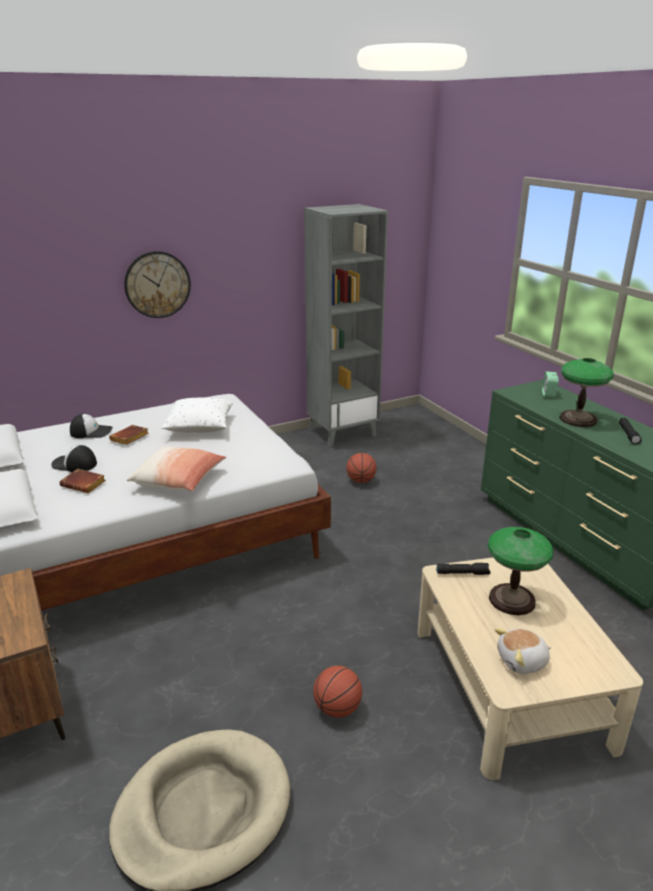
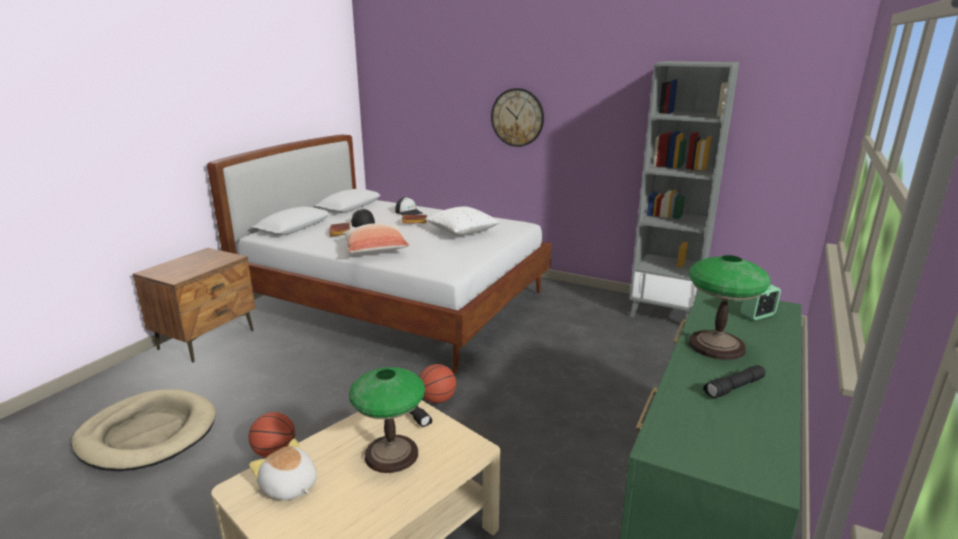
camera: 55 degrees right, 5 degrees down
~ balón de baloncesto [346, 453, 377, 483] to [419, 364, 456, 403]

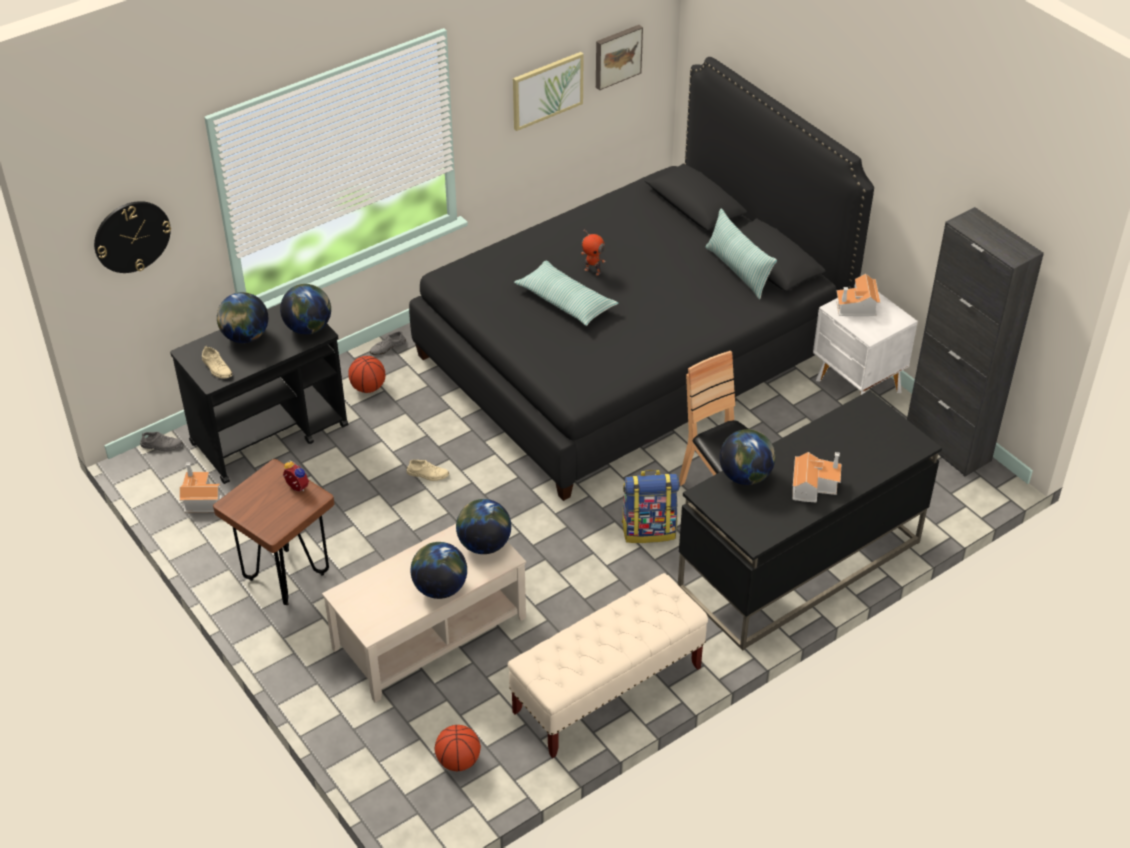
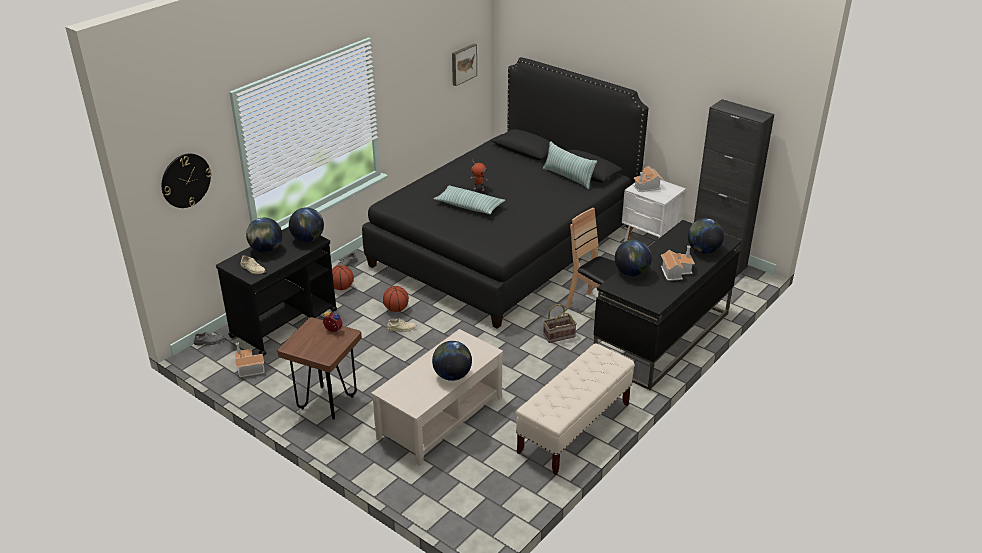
camera: 15 degrees left, 10 degrees down
~ balón de baloncesto [434, 725, 481, 771] to [383, 286, 409, 312]
~ globo terráqueo [456, 499, 511, 554] to [688, 218, 724, 254]
- cuadro [513, 52, 584, 131]
~ mochila [622, 470, 679, 543] to cesta [543, 304, 577, 343]

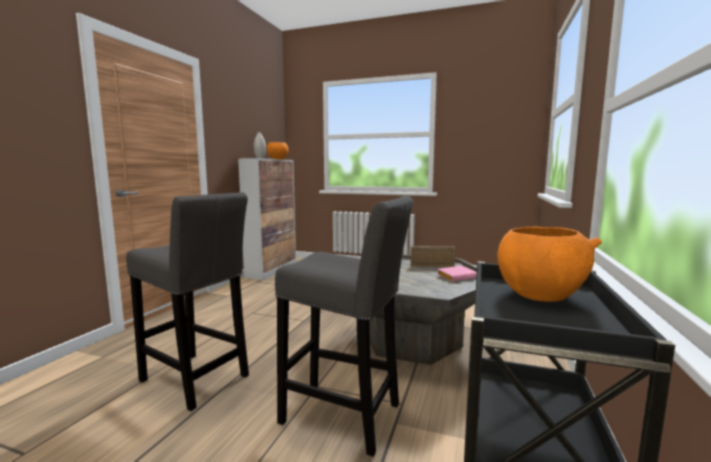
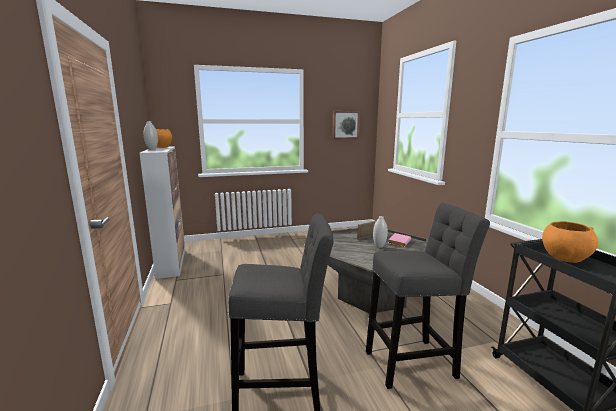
camera: 35 degrees left, 5 degrees up
+ cuadro [332, 111, 360, 139]
+ florero (blanco) [373, 216, 388, 248]

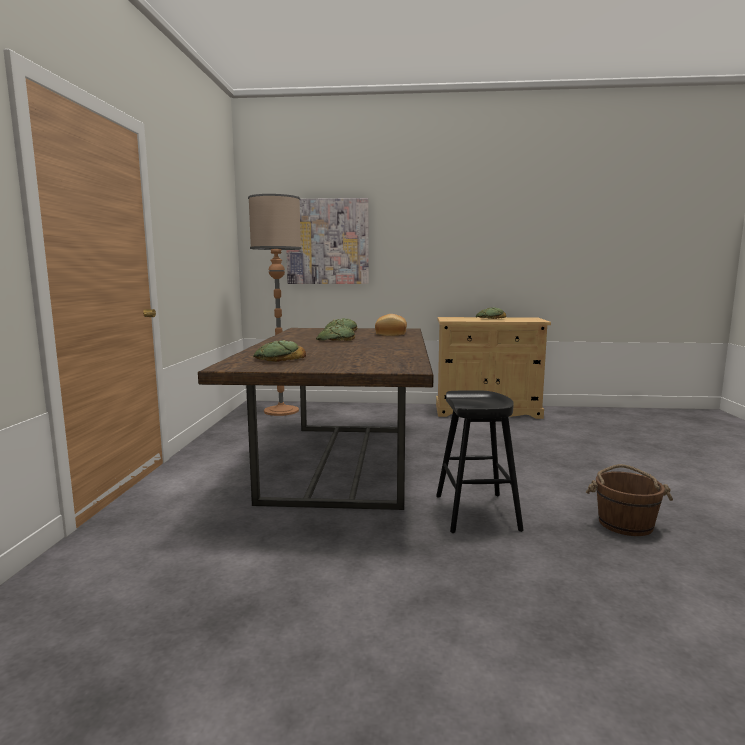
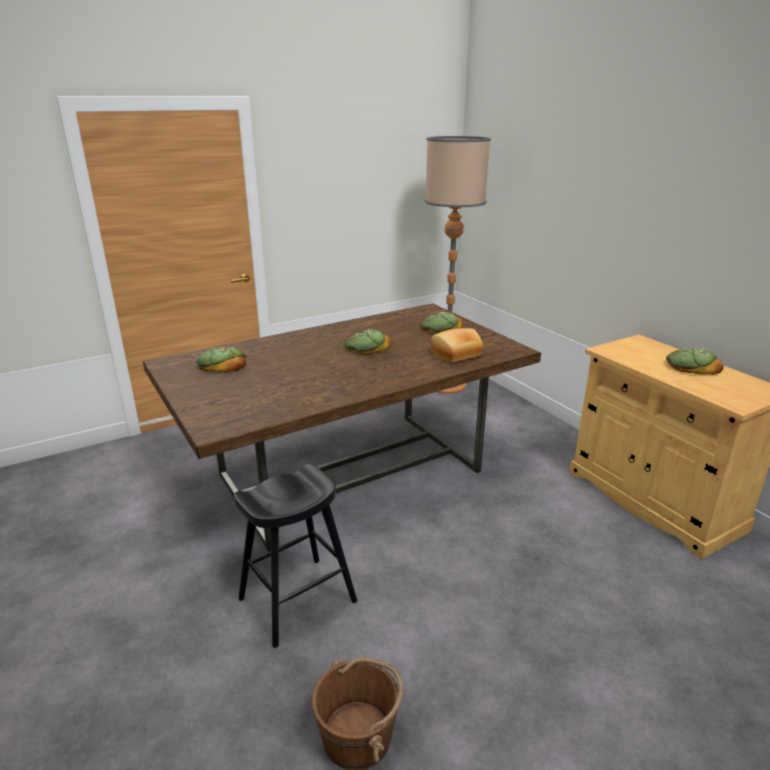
camera: 55 degrees right, 15 degrees up
- cuadro [287, 198, 369, 284]

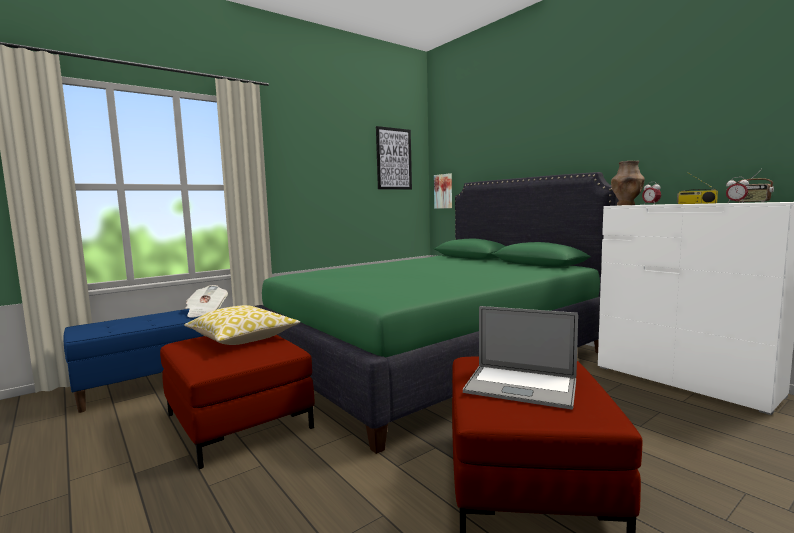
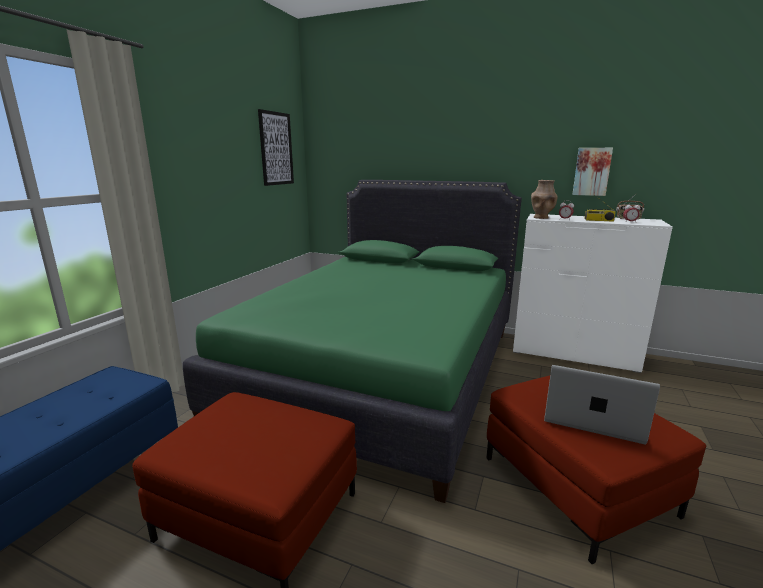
camera: 30 degrees left, 10 degrees up
- cojín [184, 305, 300, 345]
- periódico [186, 285, 228, 317]
~ cuadro [434, 173, 452, 209] to [572, 148, 613, 196]
~ portátil [463, 306, 578, 410] = [544, 365, 660, 445] 150 degrees counterclockwise

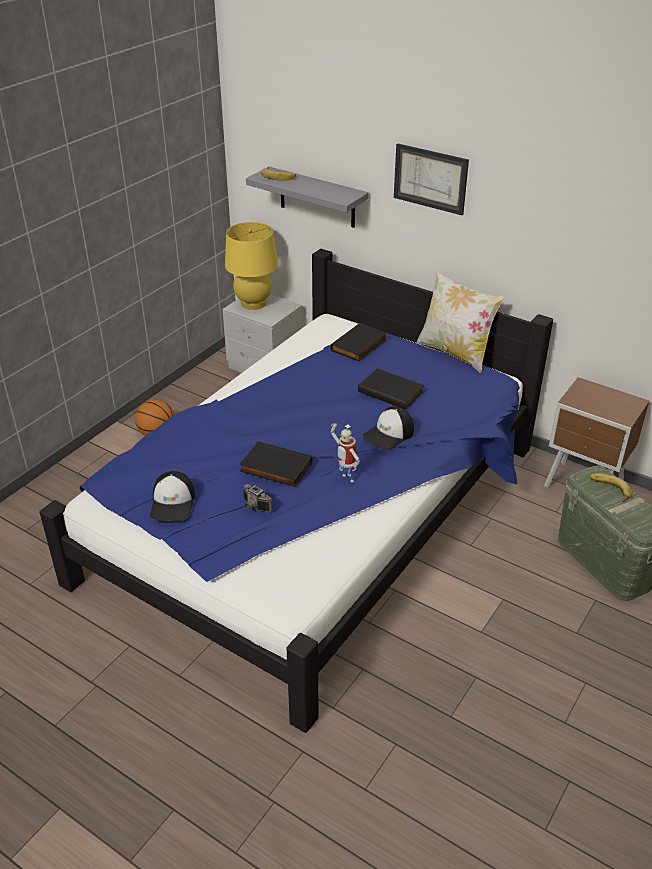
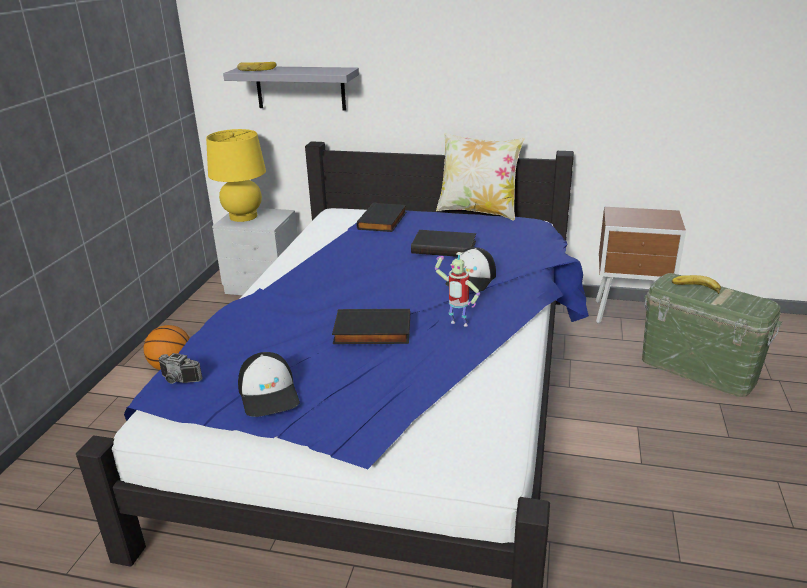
camera: 20 degrees left, 10 degrees down
~ cámara [243, 484, 272, 512] to [158, 353, 203, 384]
- cuadro [394, 143, 469, 215]

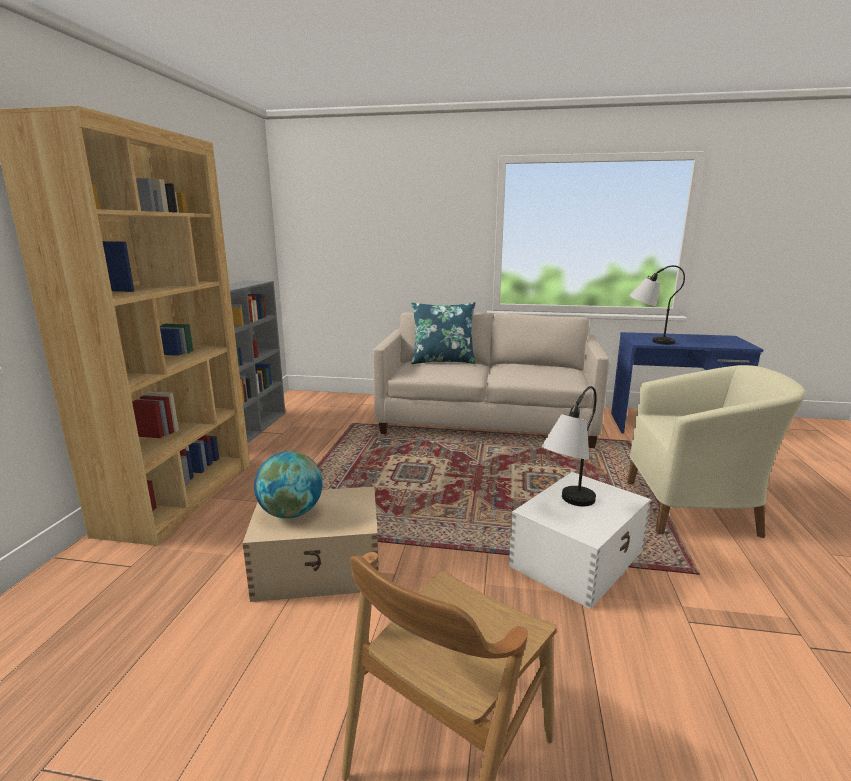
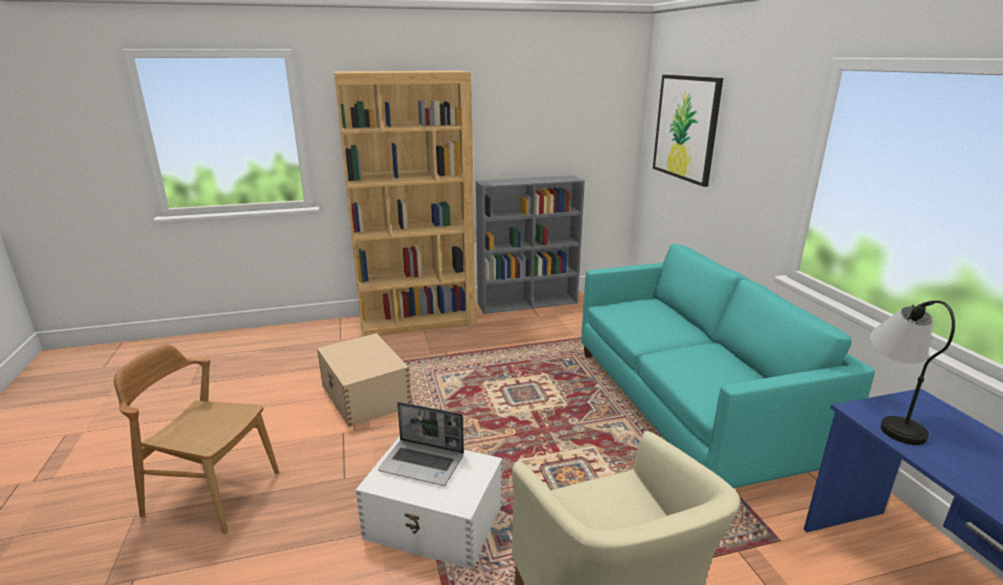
camera: 65 degrees right, 5 degrees up
- globo terráqueo [254, 451, 323, 519]
~ sofá (beis) [373, 312, 609, 448] to sofá (turquesa) [581, 244, 875, 488]
- cojín (azul) [411, 302, 476, 364]
~ lámpara de mesa [542, 386, 597, 506] to portátil [378, 402, 464, 486]
+ cuadro [653, 75, 723, 187]

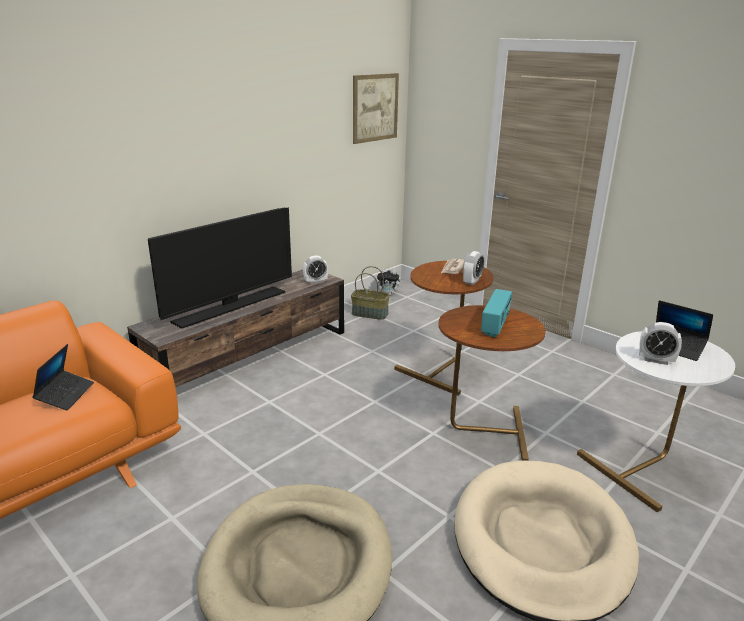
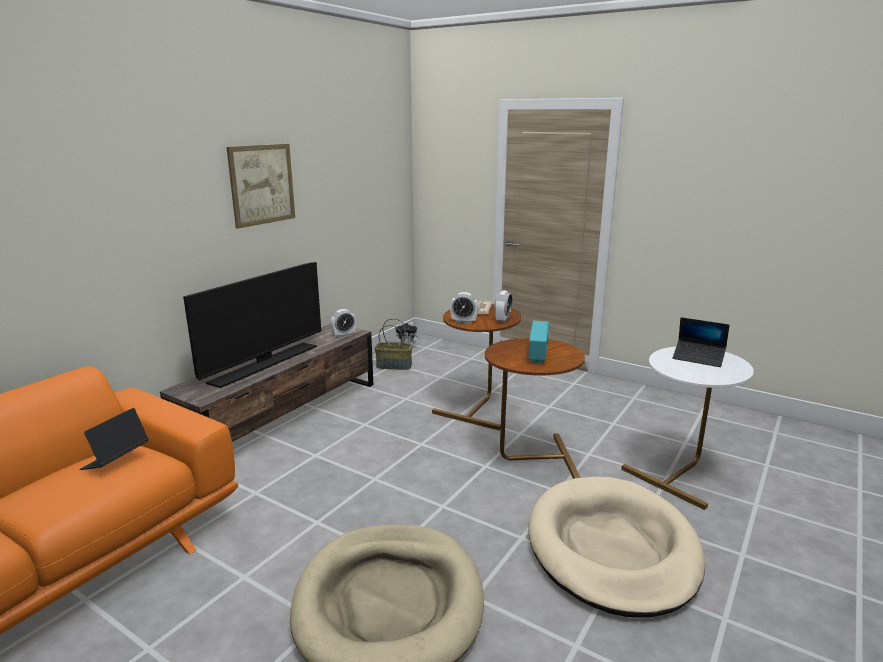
camera: 10 degrees left, 5 degrees down
~ portátil [32, 344, 94, 410] = [79, 408, 149, 470] 150 degrees counterclockwise
~ cuadro [353, 73, 399, 144] to [227, 144, 295, 229]
~ despertador [639, 322, 682, 365] to [450, 292, 478, 324]

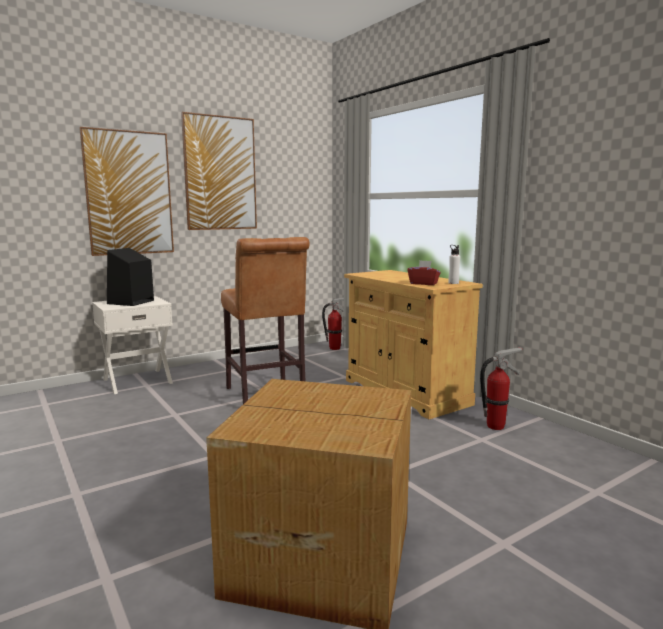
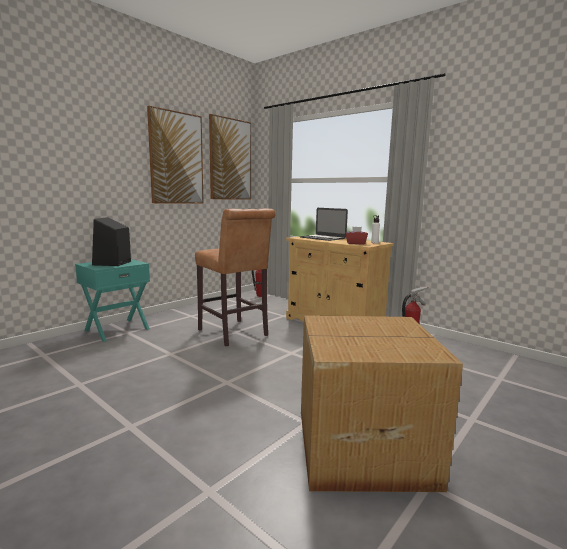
camera: 15 degrees left, 0 degrees up
~ cuadro [79, 127, 174, 256] to [209, 114, 251, 200]
~ mesita de noche (blanco) [92, 296, 173, 394] to mesita de noche (turquesa) [75, 259, 150, 342]
+ portátil [299, 208, 348, 241]

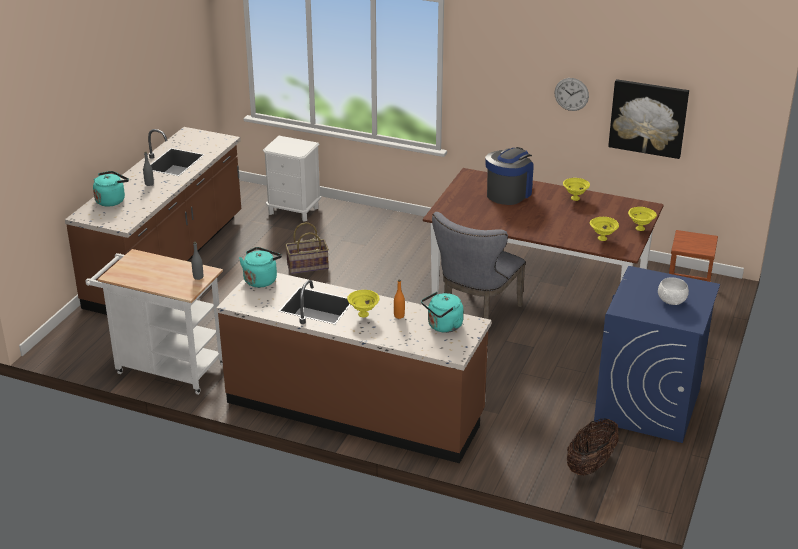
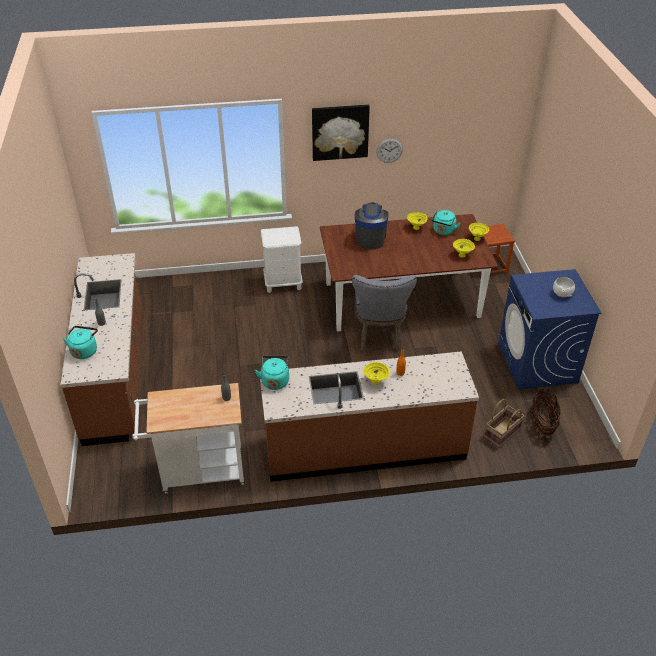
camera: 30 degrees left, 10 degrees up
~ mesita de noche (blanco) [263, 136, 322, 222] to [261, 226, 303, 293]
~ cesta [285, 222, 329, 274] to [484, 399, 524, 448]
~ hervidor (turquesa) [421, 292, 463, 333] to [432, 210, 460, 235]
~ cuadro [608, 79, 689, 159] to [312, 105, 370, 161]

